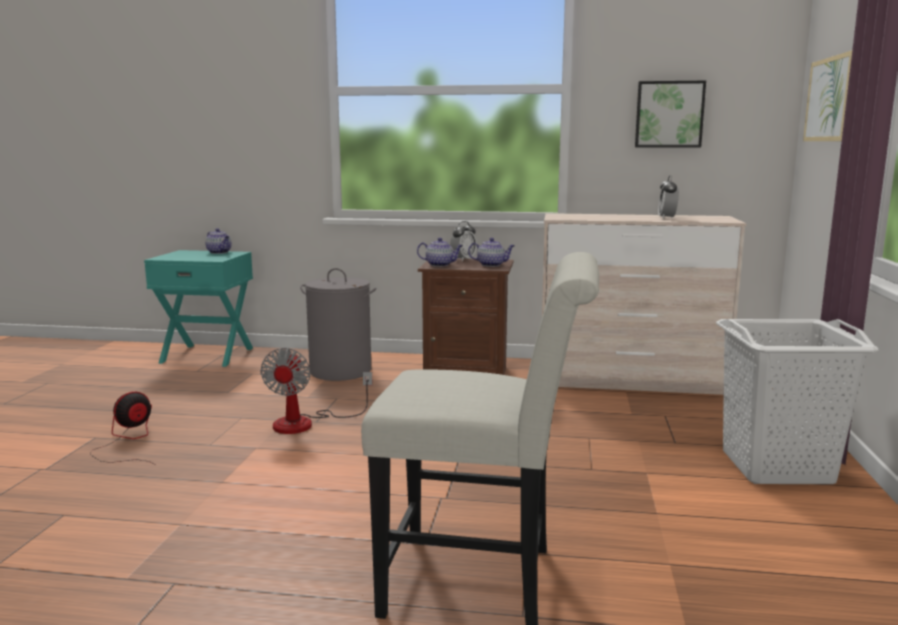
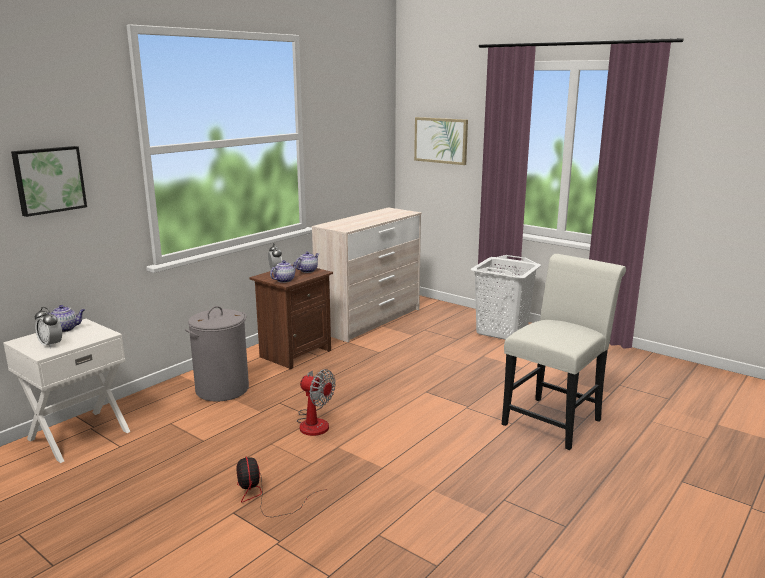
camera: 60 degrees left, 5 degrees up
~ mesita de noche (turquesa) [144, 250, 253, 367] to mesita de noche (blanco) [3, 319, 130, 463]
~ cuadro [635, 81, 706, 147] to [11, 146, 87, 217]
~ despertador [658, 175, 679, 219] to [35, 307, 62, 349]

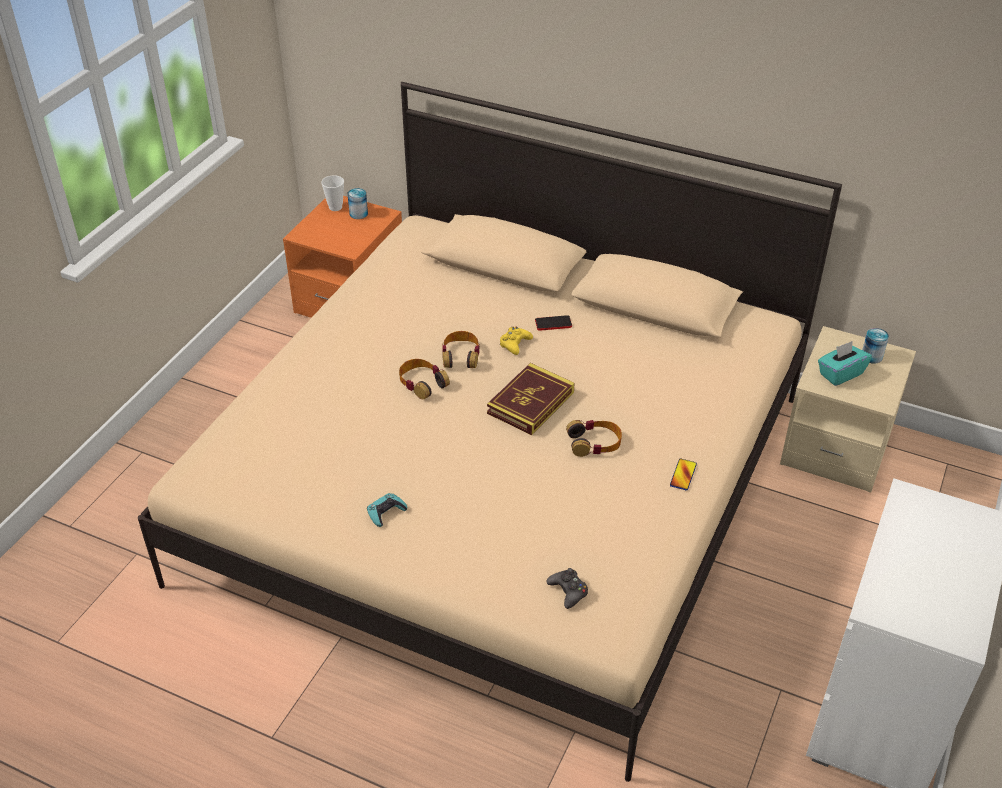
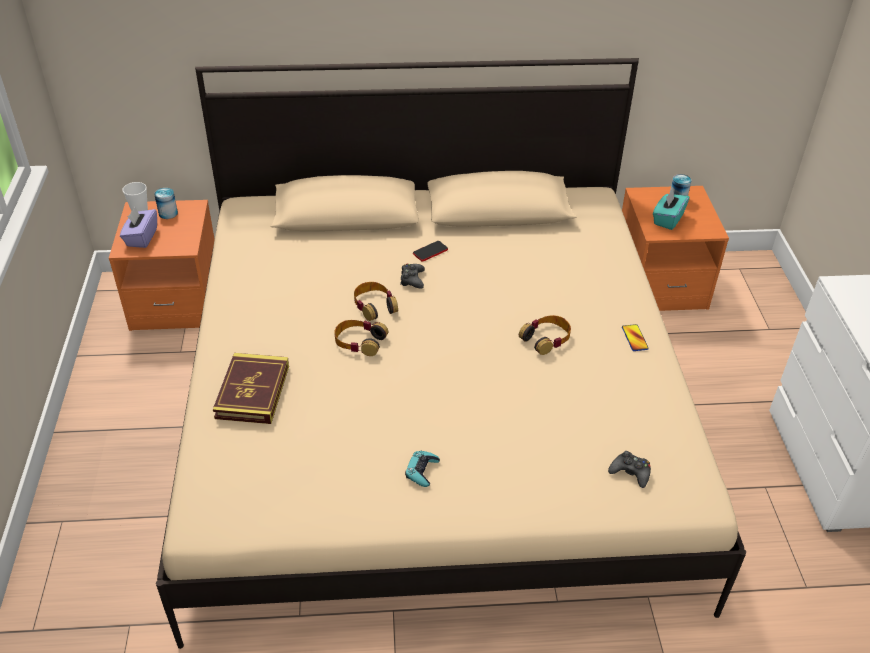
camera: 30 degrees left, 0 degrees up
~ libro [487, 363, 575, 435] to [213, 353, 289, 424]
~ mando de consola (amarillo) [500, 327, 533, 355] to mando de consola (negro) [400, 264, 425, 289]
~ mesita de noche (beis) [780, 326, 916, 493] to mesita de noche (naranja) [622, 186, 729, 311]
+ caja de pañuelos (morado) [120, 207, 157, 248]

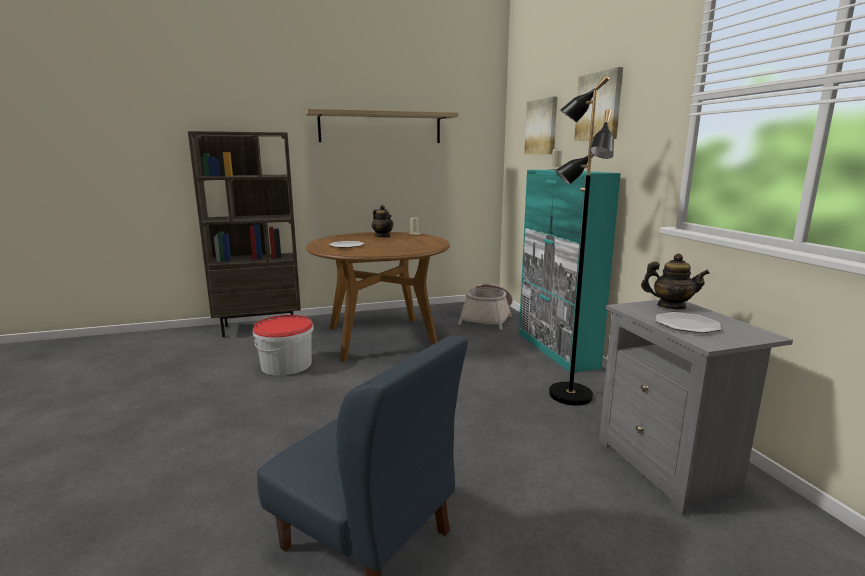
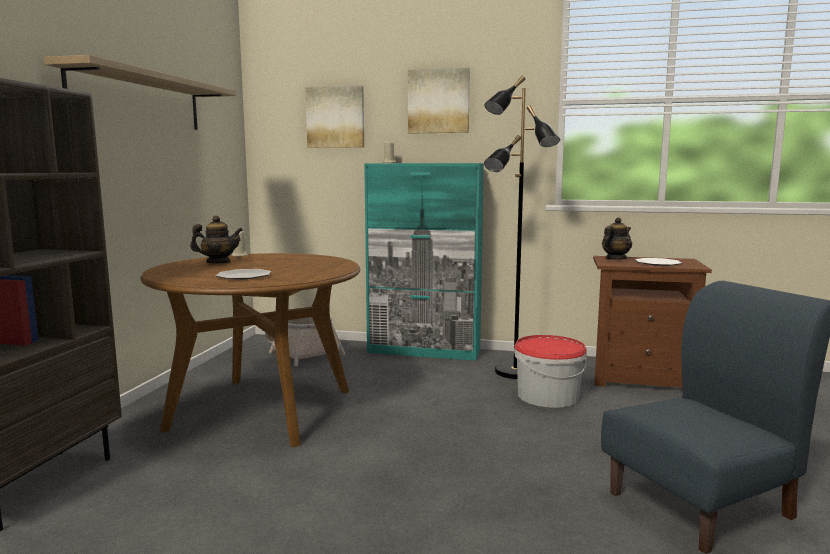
camera: 60 degrees left, 5 degrees down
~ cubo [253, 315, 314, 376] to [514, 335, 587, 408]
~ mesita de noche (gris) [599, 300, 793, 515] to mesita de noche (marrón) [593, 256, 712, 388]

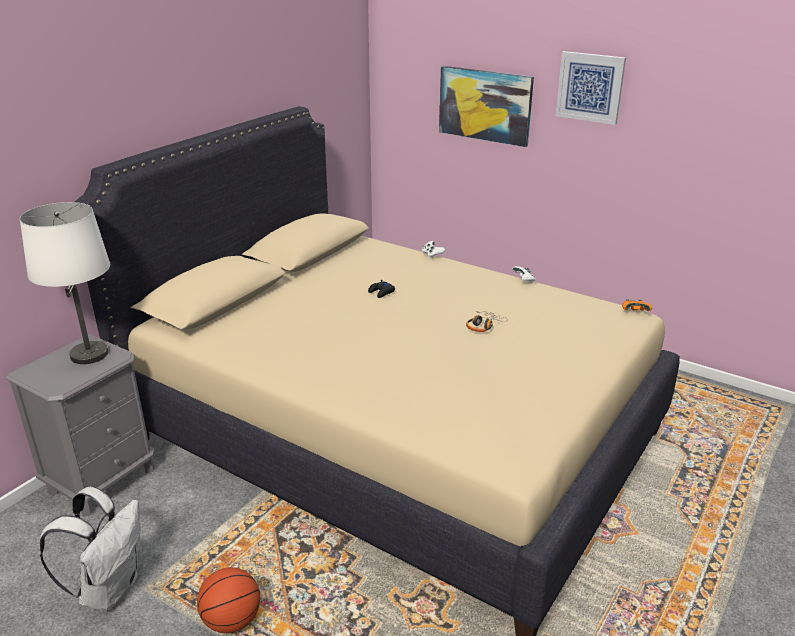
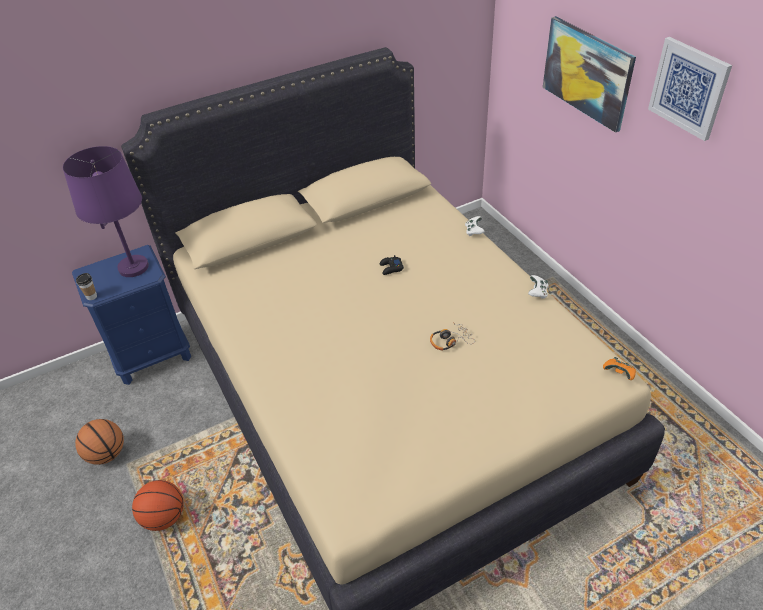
camera: 30 degrees right, 15 degrees up
~ mesita de noche (gris) [6, 334, 155, 516] to mesita de noche (azul) [72, 245, 191, 385]
~ lámpara de mesa (blanco) [20, 202, 110, 364] to lámpara de mesa (morado) [63, 146, 149, 277]
~ mochila (blanco) [39, 487, 141, 611] to balón de baloncesto [75, 419, 124, 465]
+ taza [76, 273, 97, 300]

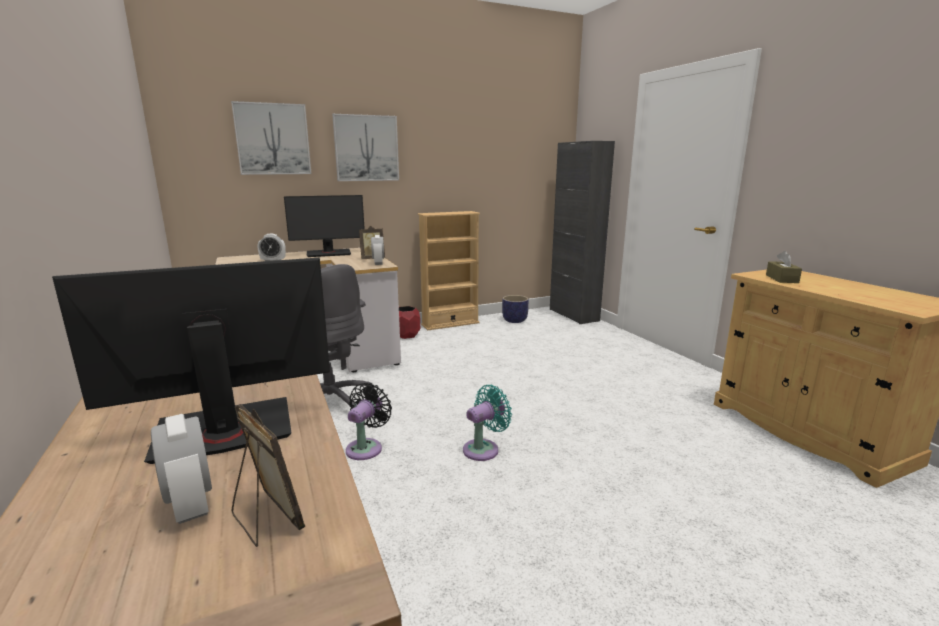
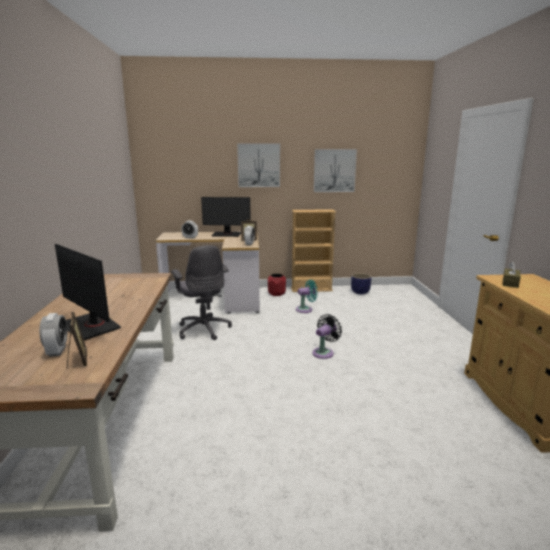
camera: 20 degrees right, 0 degrees up
~ monitor [52, 258, 330, 464] = [55, 244, 121, 340] 135 degrees counterclockwise
~ cuadro [231, 101, 311, 175] to [314, 149, 357, 192]
~ ventilador (negro) [346, 383, 392, 460] to [312, 314, 342, 359]
~ ventilador (turquesa) [463, 385, 512, 461] to [296, 280, 318, 313]
- armario (negro) [550, 141, 615, 324]

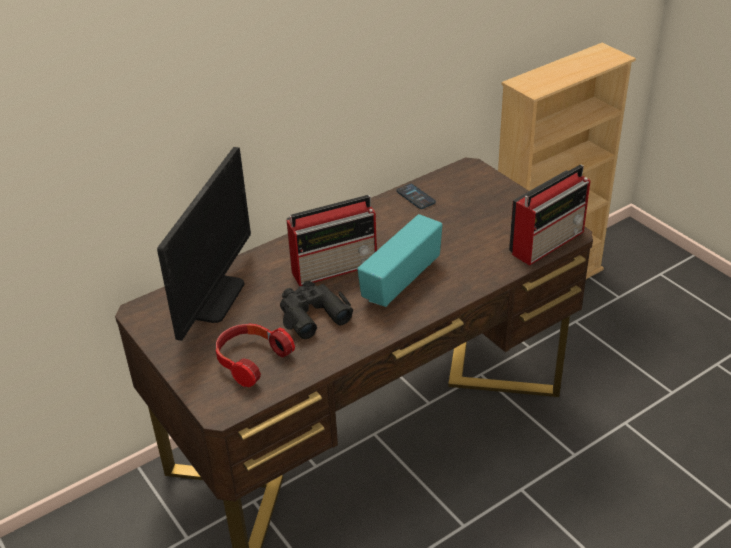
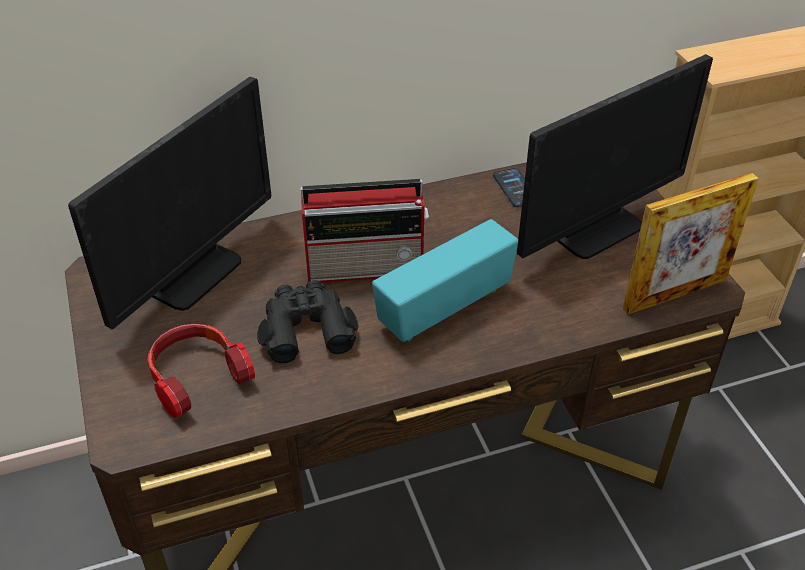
camera: 15 degrees right, 5 degrees up
~ radio [509, 165, 590, 266] to portarretratos [623, 173, 759, 315]
+ monitor [517, 54, 713, 259]

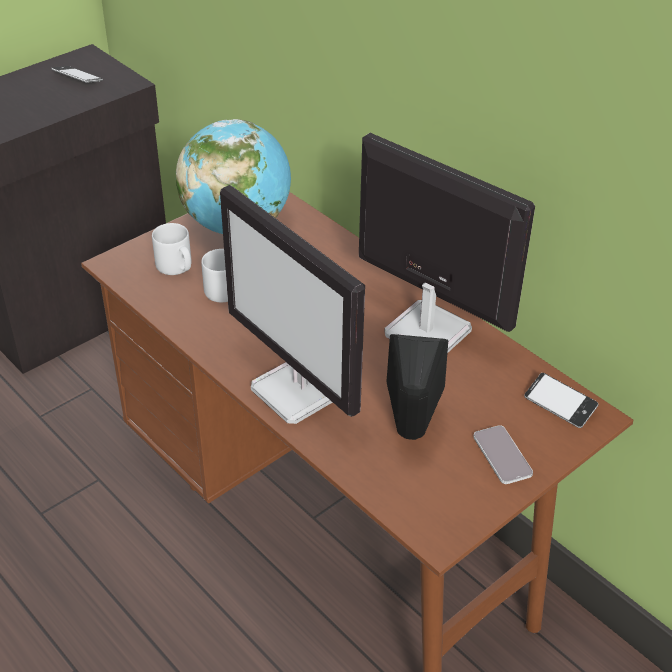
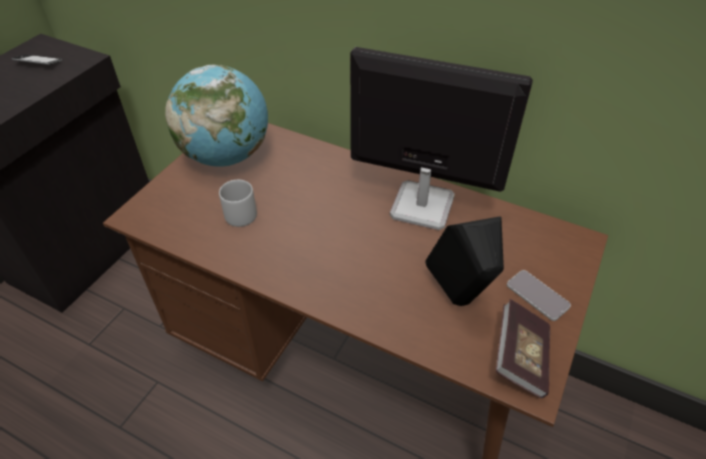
camera: 20 degrees left, 5 degrees up
- taza grande (gris) [152, 223, 192, 275]
- monitor [220, 185, 365, 424]
- móvil [524, 373, 598, 428]
+ libro [496, 299, 550, 398]

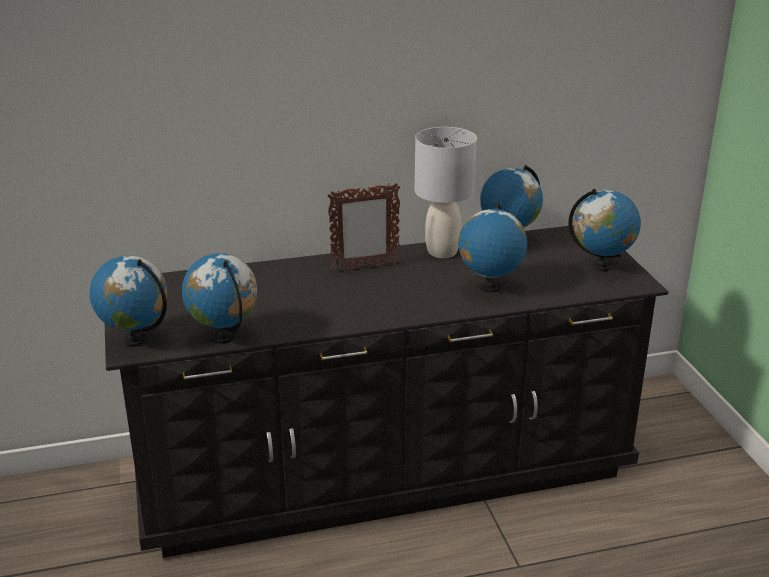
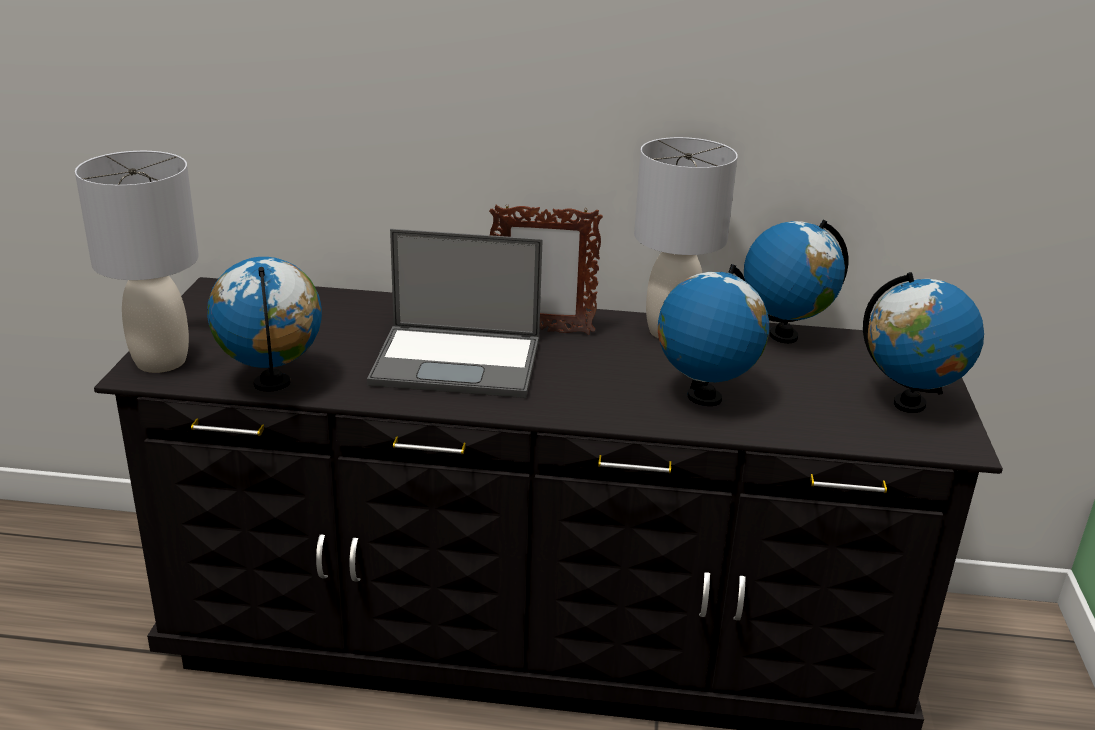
camera: 20 degrees right, 0 degrees up
~ globo terráqueo [89, 256, 167, 347] to lámpara de mesa (gris) [75, 151, 199, 373]
+ portátil [367, 229, 543, 398]

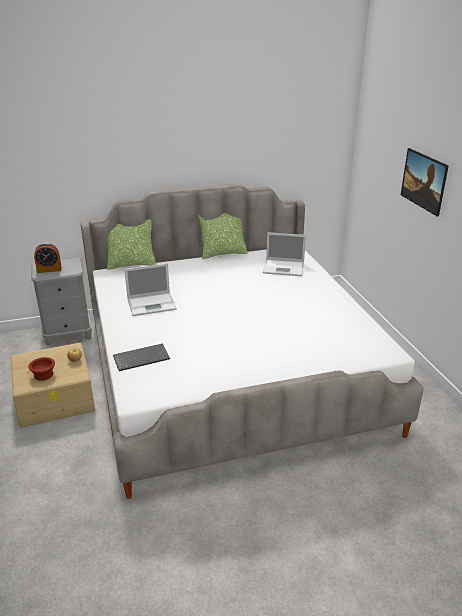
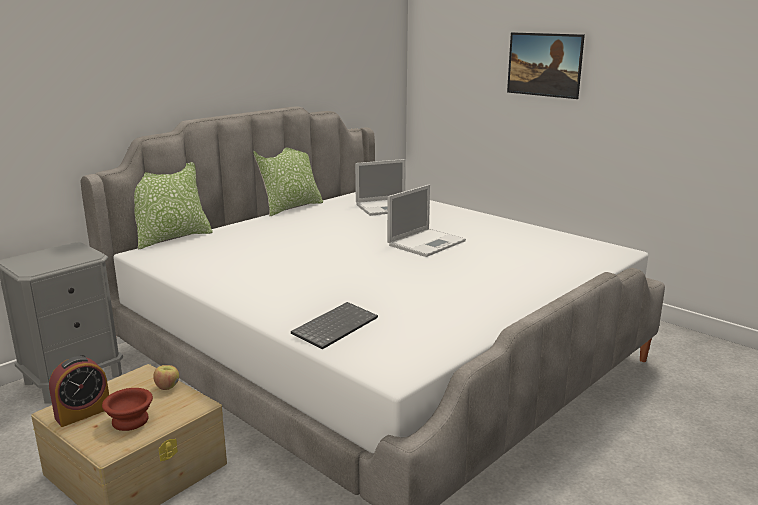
camera: 30 degrees left, 10 degrees down
~ despertador [34, 243, 62, 273] to [49, 356, 109, 427]
~ portátil [124, 263, 177, 316] to [387, 184, 466, 257]

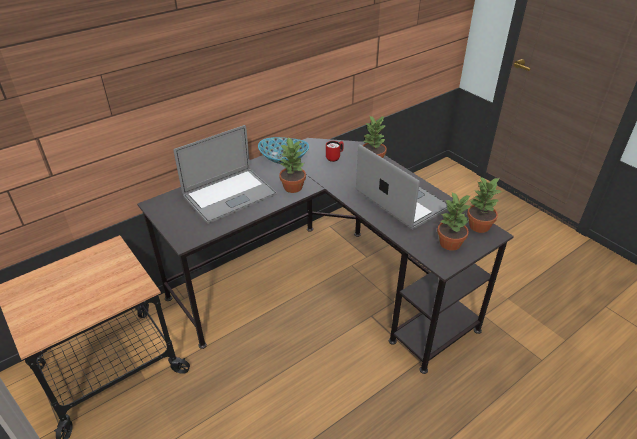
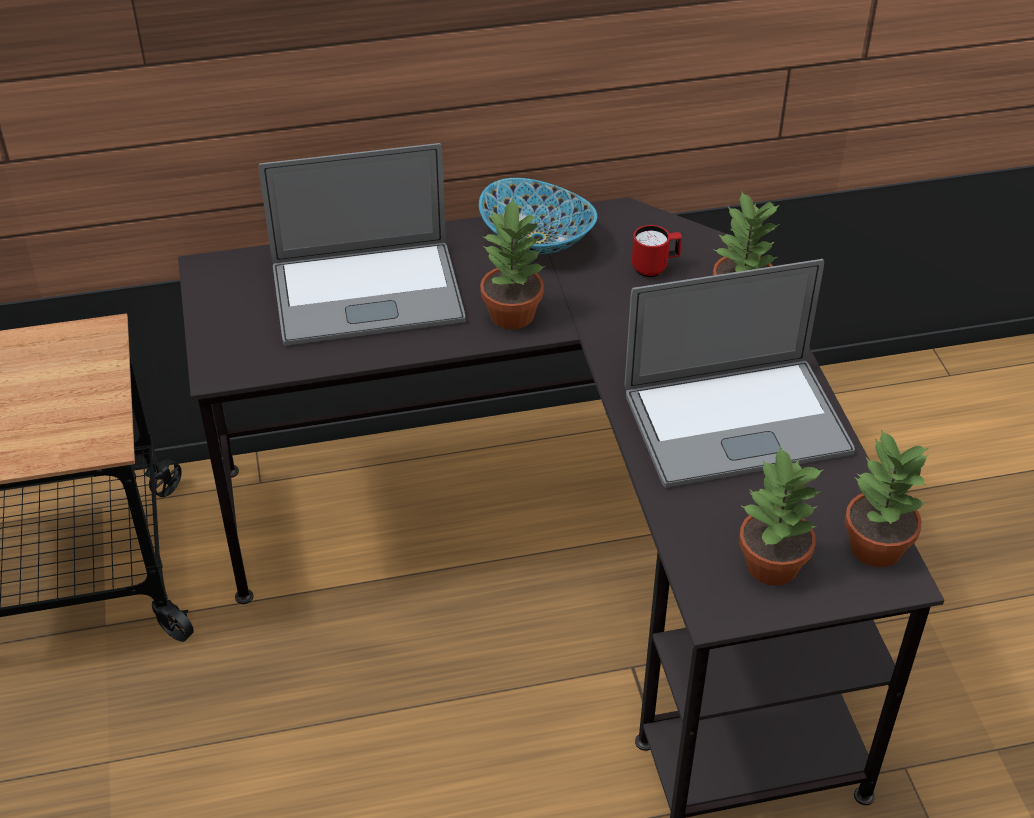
camera: 25 degrees right, 5 degrees up
~ portátil [356, 144, 448, 230] = [625, 259, 855, 488] 90 degrees clockwise

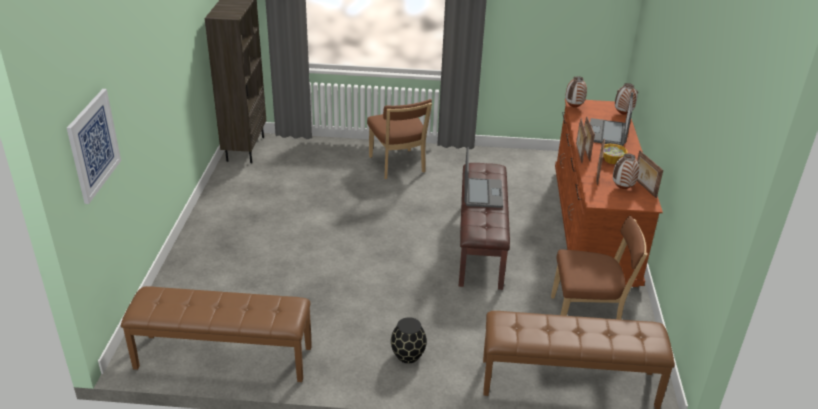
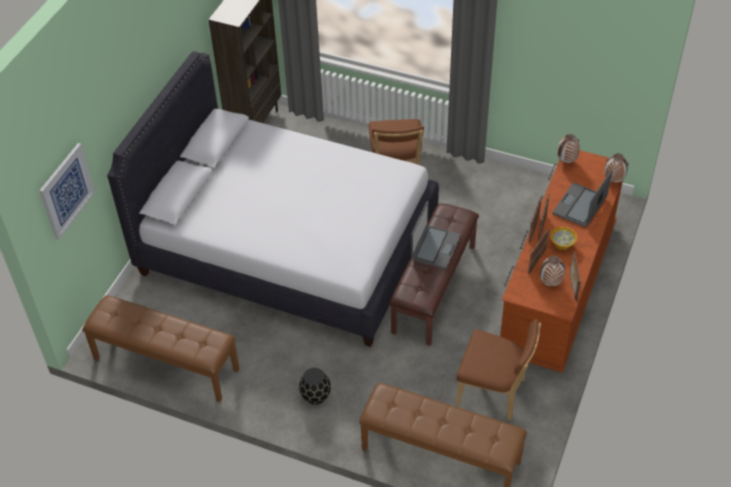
camera: 20 degrees right, 15 degrees up
+ cama (blanco) [107, 51, 439, 347]

